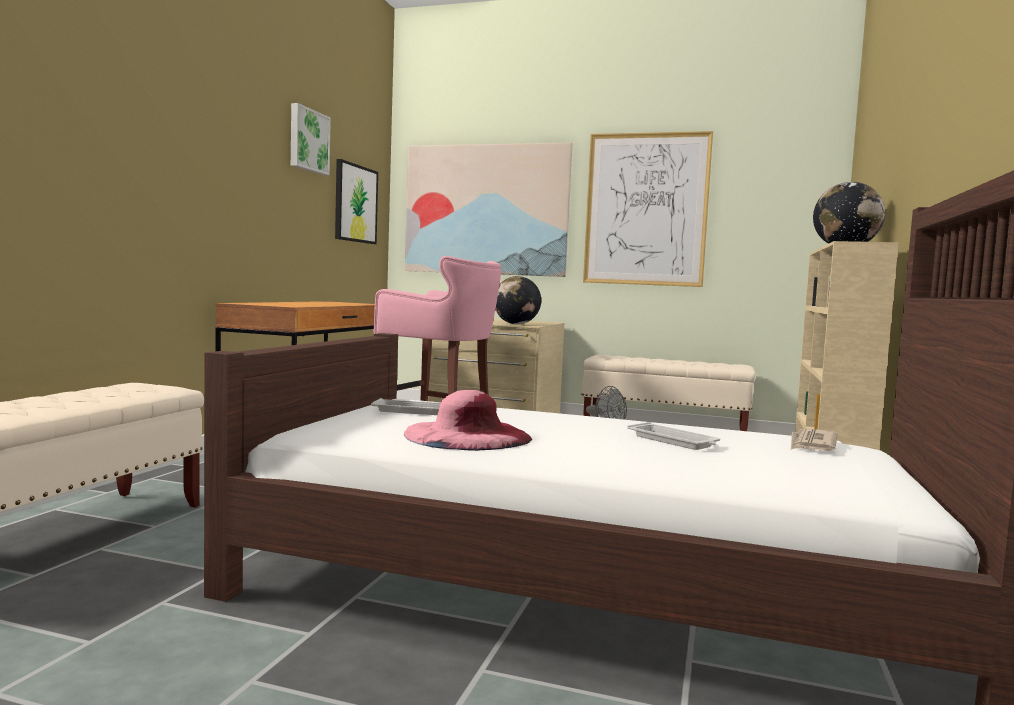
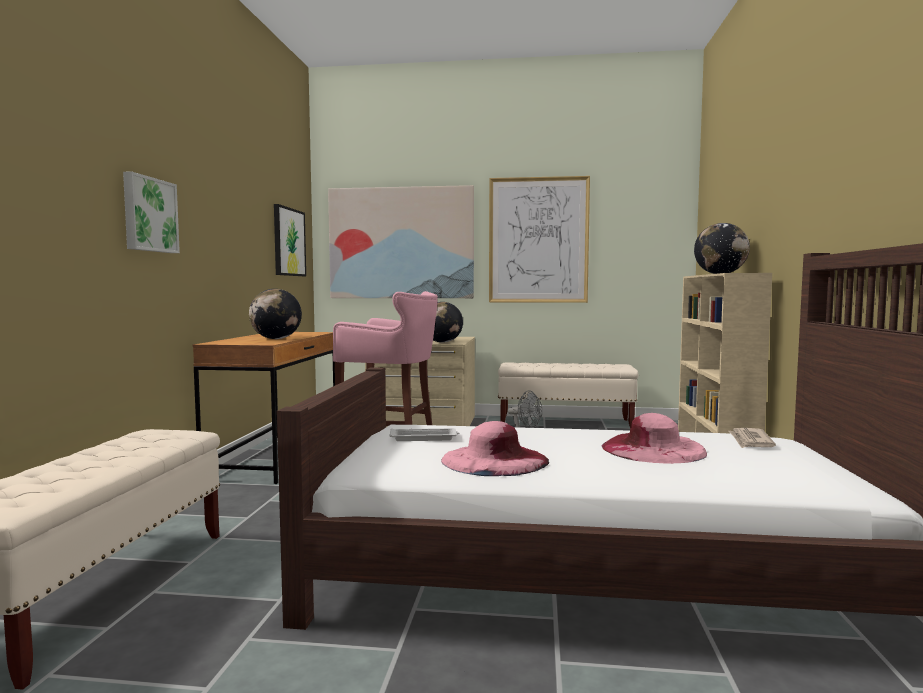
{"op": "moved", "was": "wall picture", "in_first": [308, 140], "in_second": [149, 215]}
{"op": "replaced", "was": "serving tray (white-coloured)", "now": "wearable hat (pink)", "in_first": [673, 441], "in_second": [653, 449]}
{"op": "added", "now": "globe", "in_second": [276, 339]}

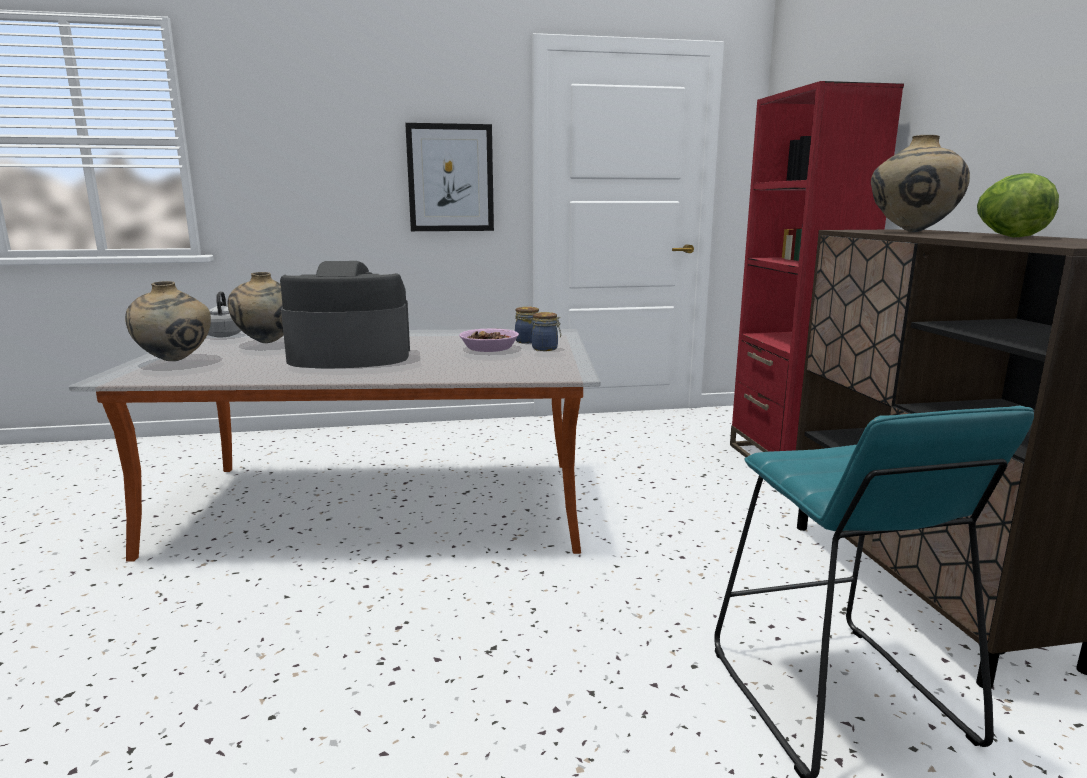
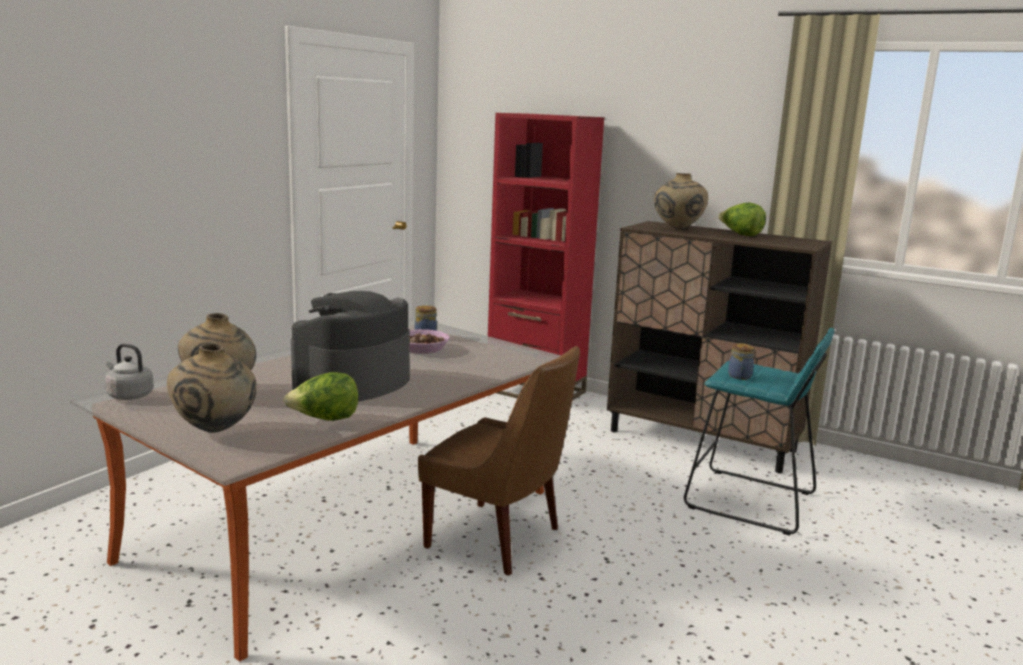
{"op": "removed", "was": "wall picture", "in_first": [450, 178]}
{"op": "moved", "was": "storage jar", "in_first": [546, 349], "in_second": [740, 376]}
{"op": "added", "now": "lettuce", "in_second": [325, 420]}
{"op": "added", "now": "chair (brown)", "in_second": [498, 539]}

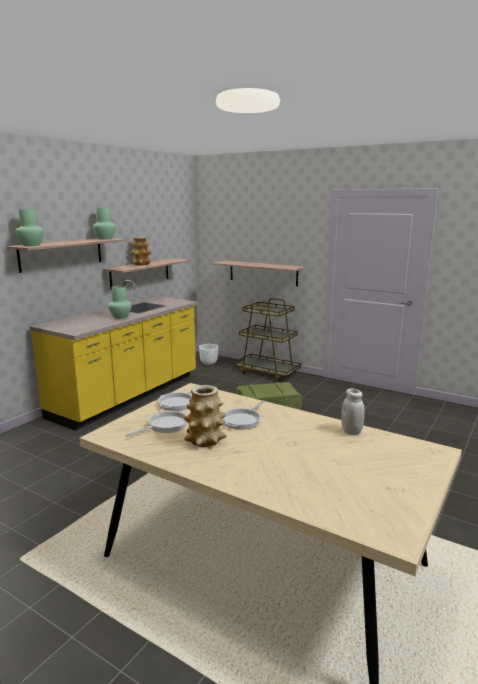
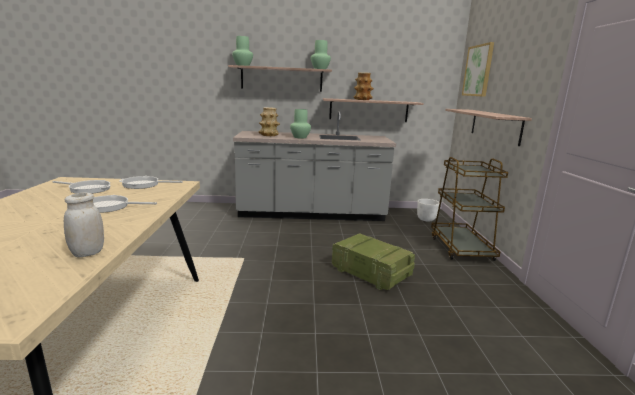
{"op": "recoloured", "was": "kitchen base unit (yellow-coloured)", "now": "kitchen base unit (grey)", "in_first": [128, 396], "in_second": [311, 214]}
{"op": "moved", "was": "flower vase", "in_first": [205, 440], "in_second": [269, 135]}
{"op": "added", "now": "wall picture", "in_second": [478, 70]}

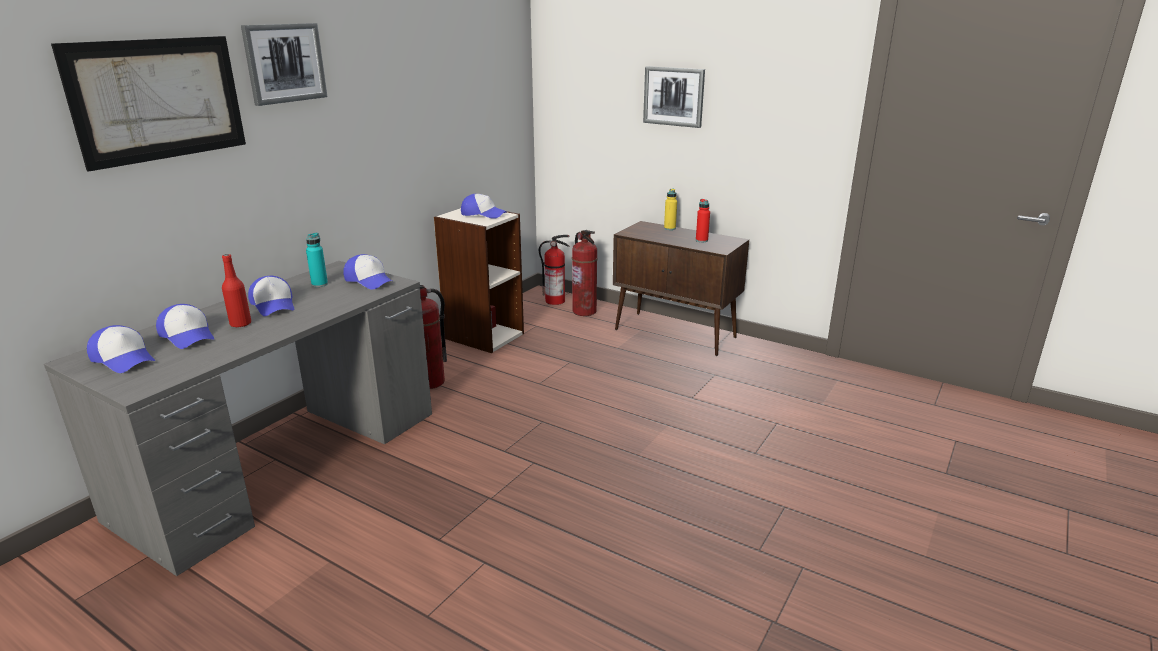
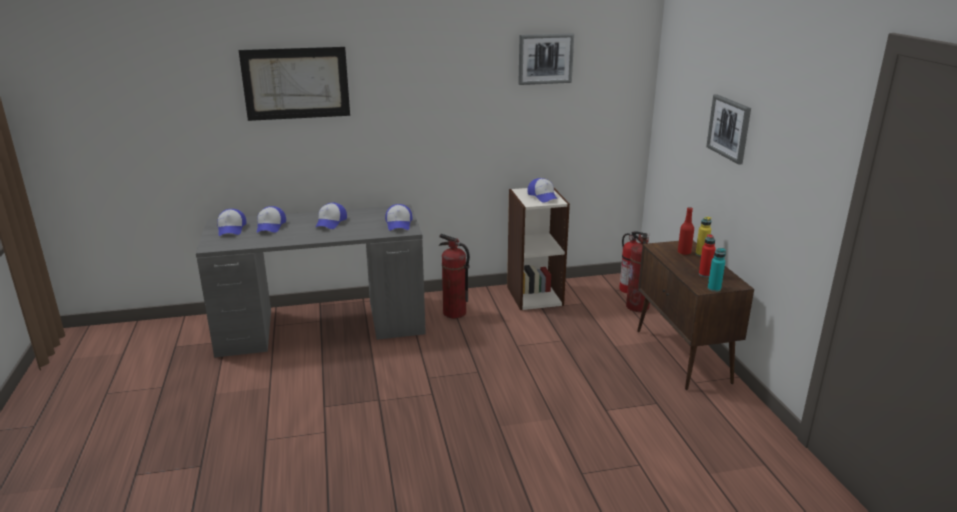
{"op": "moved", "was": "bottle (reddish)", "in_first": [240, 324], "in_second": [684, 252]}
{"op": "moved", "was": "wall picture", "in_first": [284, 63], "in_second": [545, 59]}
{"op": "moved", "was": "bottle (turquoise-coloured)", "in_first": [319, 284], "in_second": [714, 288]}

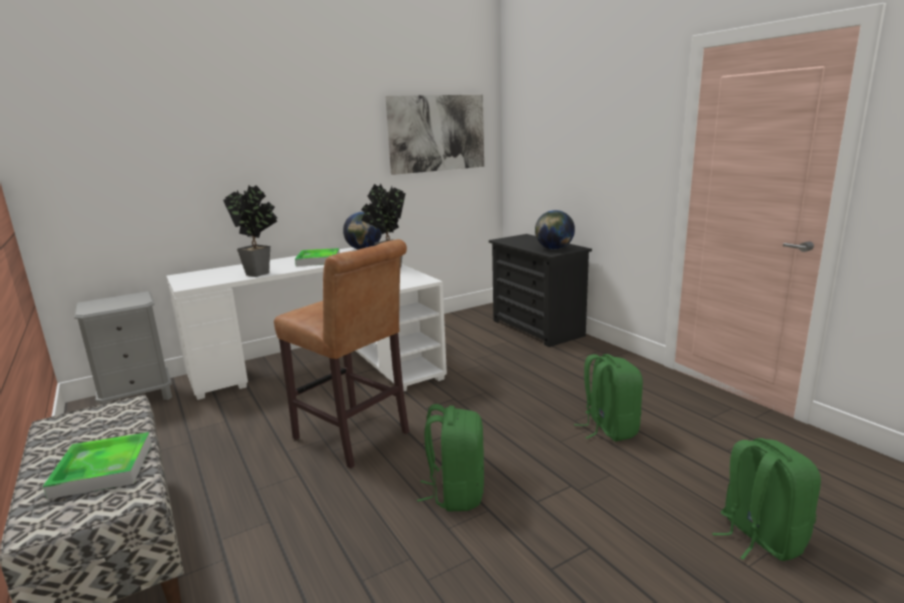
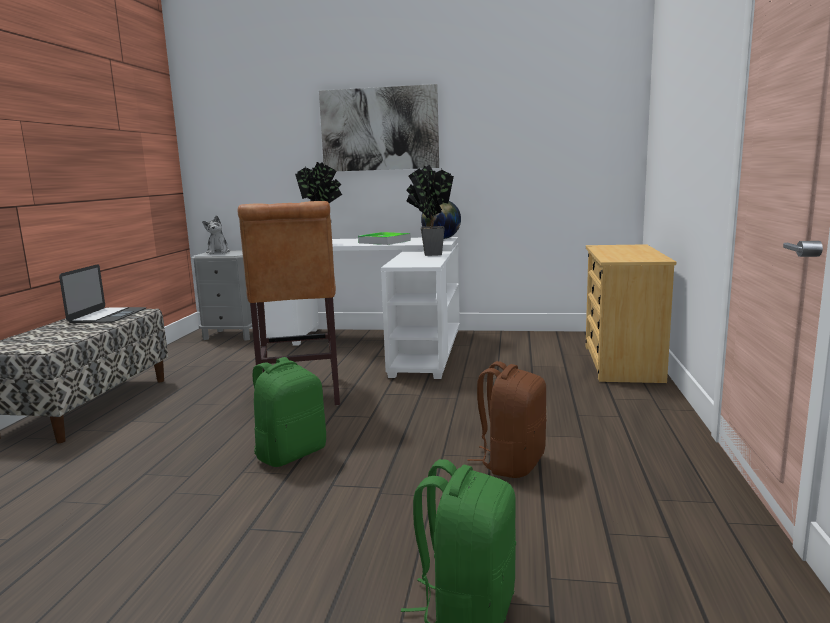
{"op": "removed", "was": "serving tray", "in_first": [103, 469]}
{"op": "moved", "was": "wall picture", "in_first": [437, 133], "in_second": [379, 129]}
{"op": "recoloured", "was": "chest of drawers (black-coloured)", "now": "chest of drawers (beige-coloured)", "in_first": [537, 328], "in_second": [622, 363]}
{"op": "removed", "was": "globe", "in_first": [554, 249]}
{"op": "recoloured", "was": "knapsack (greenish)", "now": "knapsack (brown)", "in_first": [608, 428], "in_second": [511, 463]}
{"op": "added", "now": "laptop", "in_second": [107, 315]}
{"op": "added", "now": "cuddly toy", "in_second": [218, 252]}

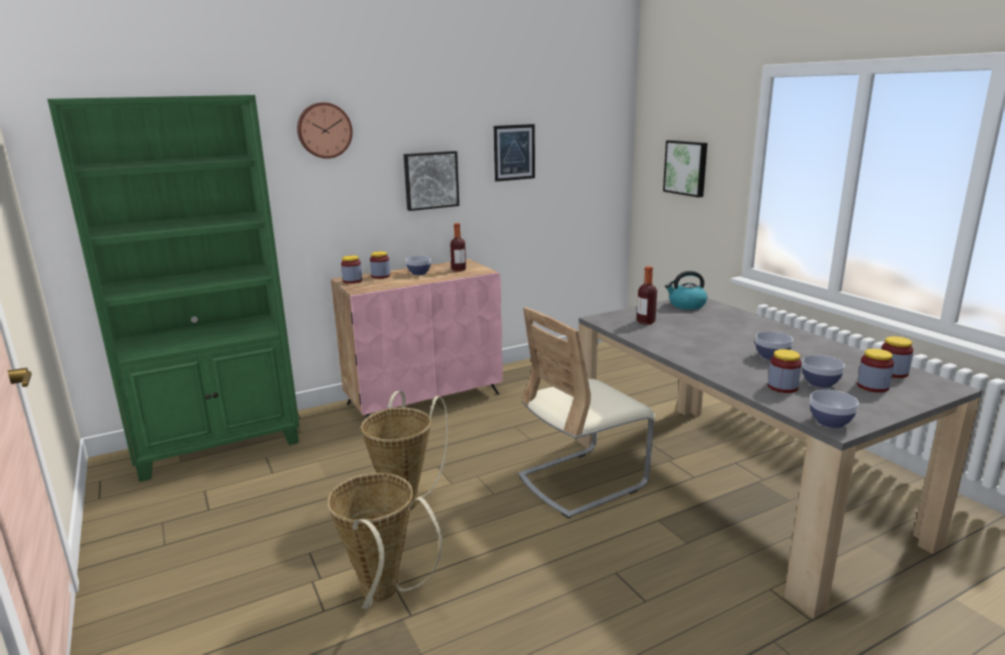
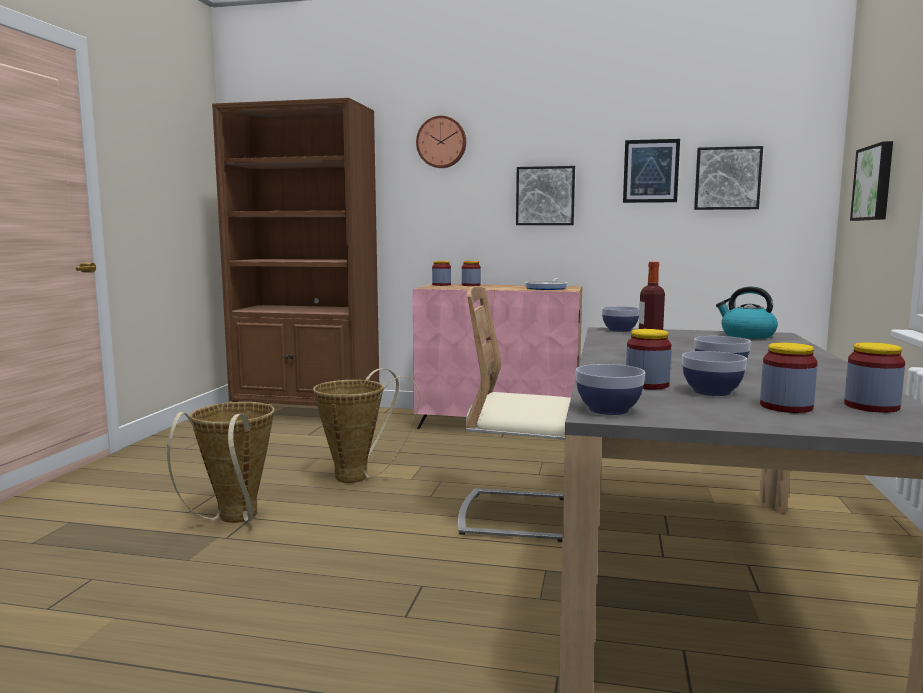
{"op": "recoloured", "was": "bookshelf (greenish)", "now": "bookshelf (brown)", "in_first": [220, 446], "in_second": [307, 413]}
{"op": "moved", "was": "deep dish", "in_first": [419, 273], "in_second": [619, 330]}
{"op": "replaced", "was": "bottle", "now": "pan", "in_first": [458, 270], "in_second": [547, 288]}
{"op": "added", "now": "wall picture", "in_second": [727, 178]}

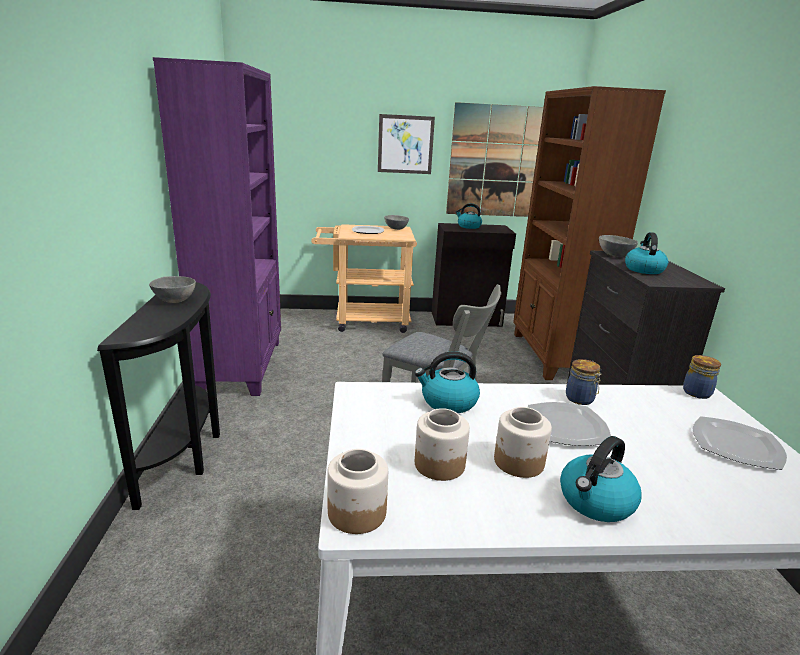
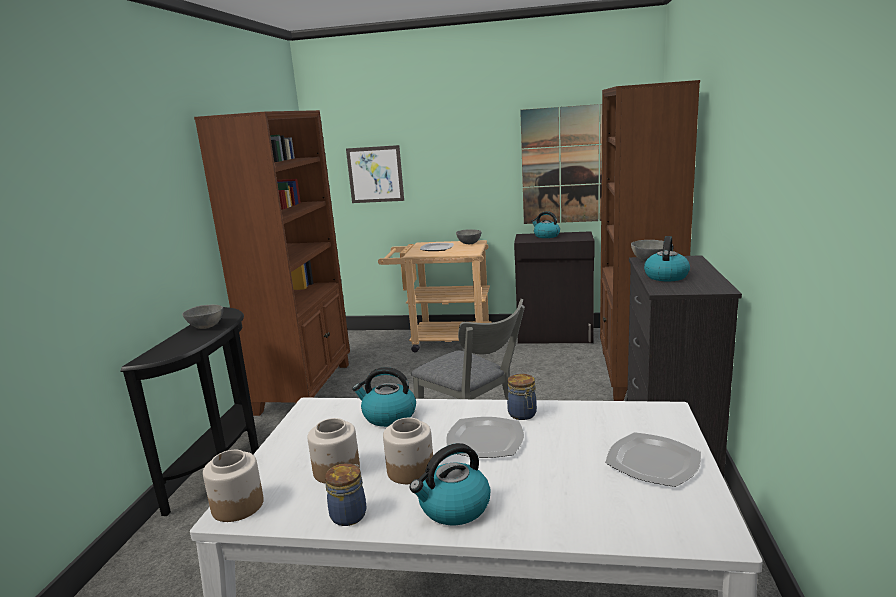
{"op": "recoloured", "was": "bookshelf (purplish)", "now": "bookshelf (brown)", "in_first": [243, 365], "in_second": [306, 387]}
{"op": "moved", "was": "wall picture", "in_first": [405, 144], "in_second": [375, 174]}
{"op": "moved", "was": "storage jar", "in_first": [696, 392], "in_second": [349, 514]}

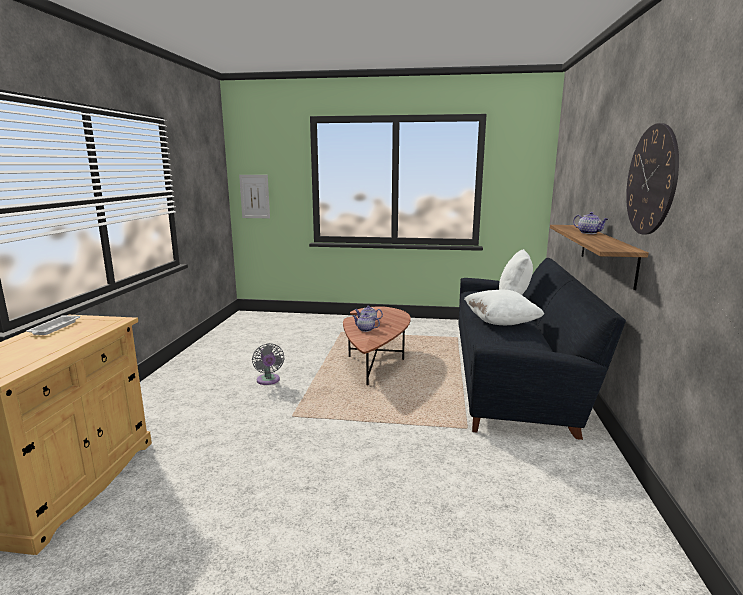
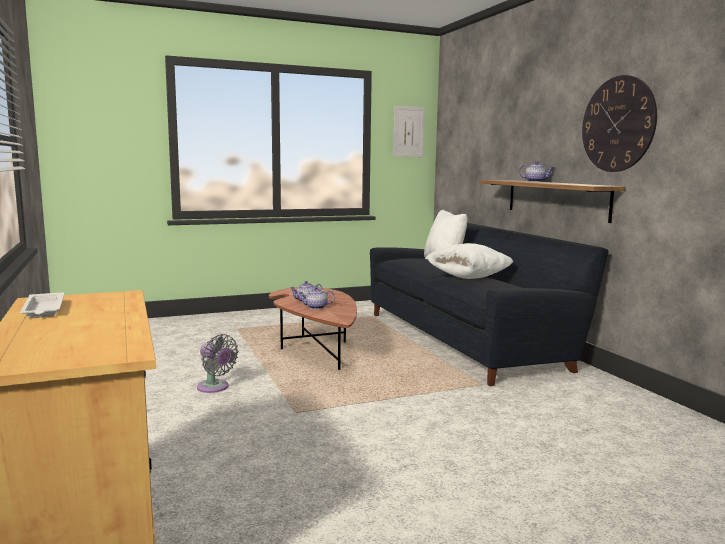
{"op": "moved", "was": "wall picture", "in_first": [254, 196], "in_second": [408, 131]}

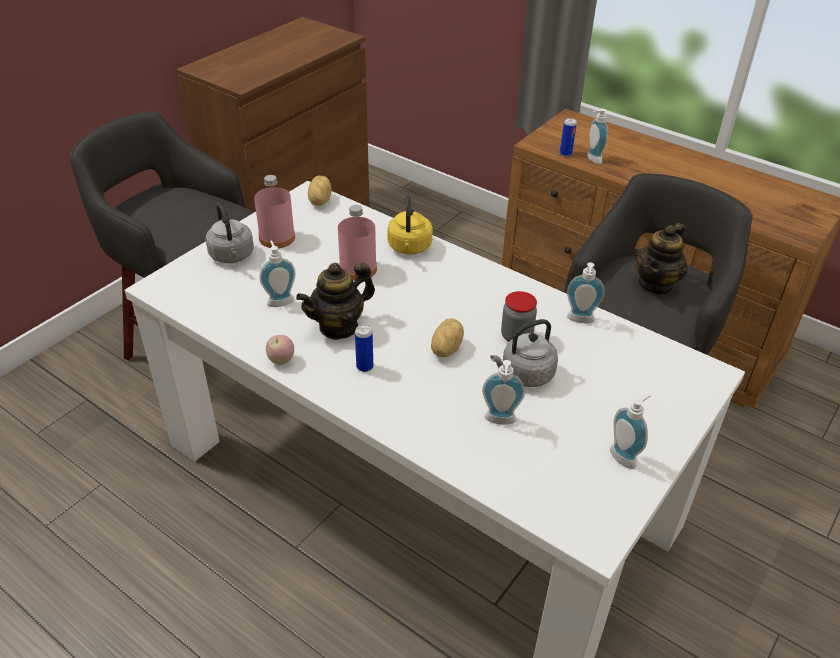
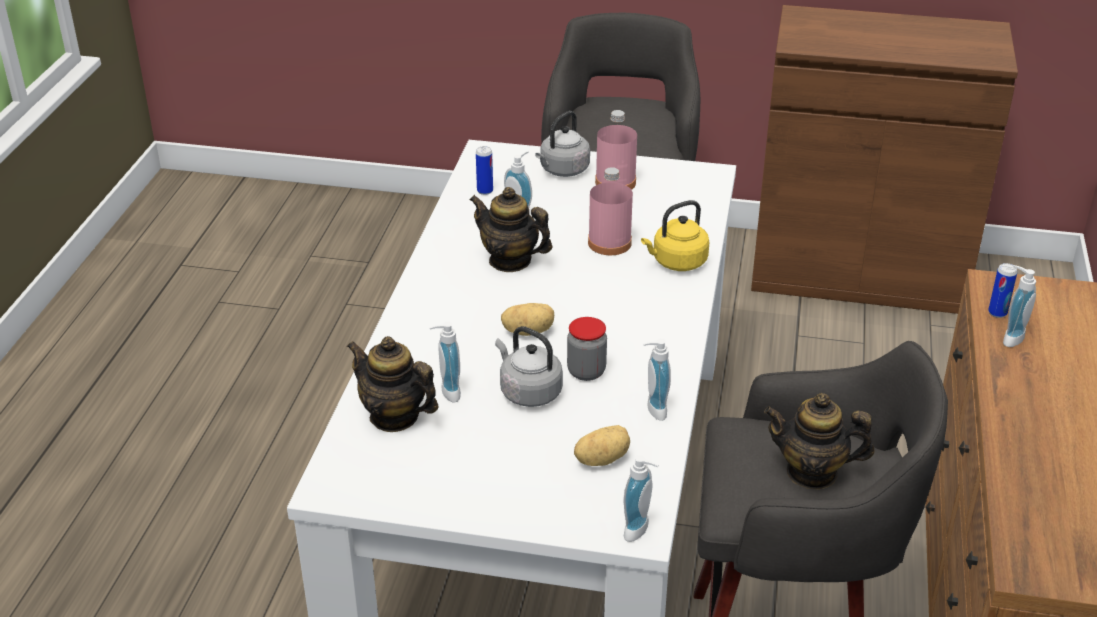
{"op": "removed", "was": "apple fruit", "in_first": [281, 360]}
{"op": "moved", "was": "whole potato", "in_first": [319, 201], "in_second": [601, 459]}
{"op": "moved", "was": "metal can", "in_first": [364, 367], "in_second": [485, 191]}
{"op": "moved", "was": "soap bottle", "in_first": [625, 456], "in_second": [640, 531]}
{"op": "added", "now": "pot for tea", "in_second": [394, 416]}

